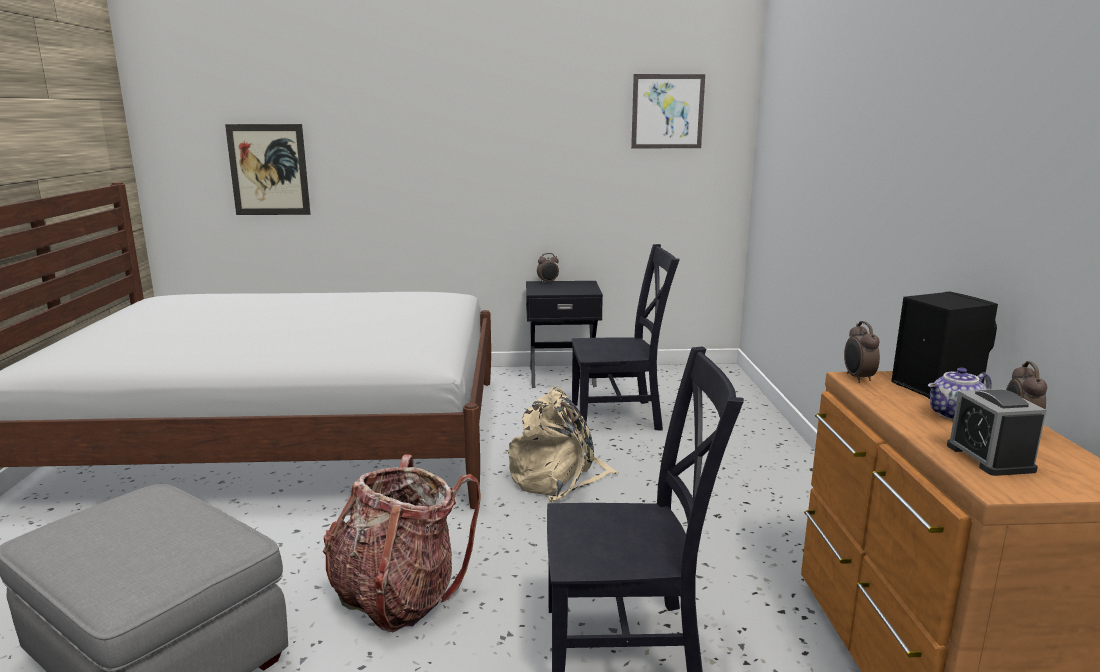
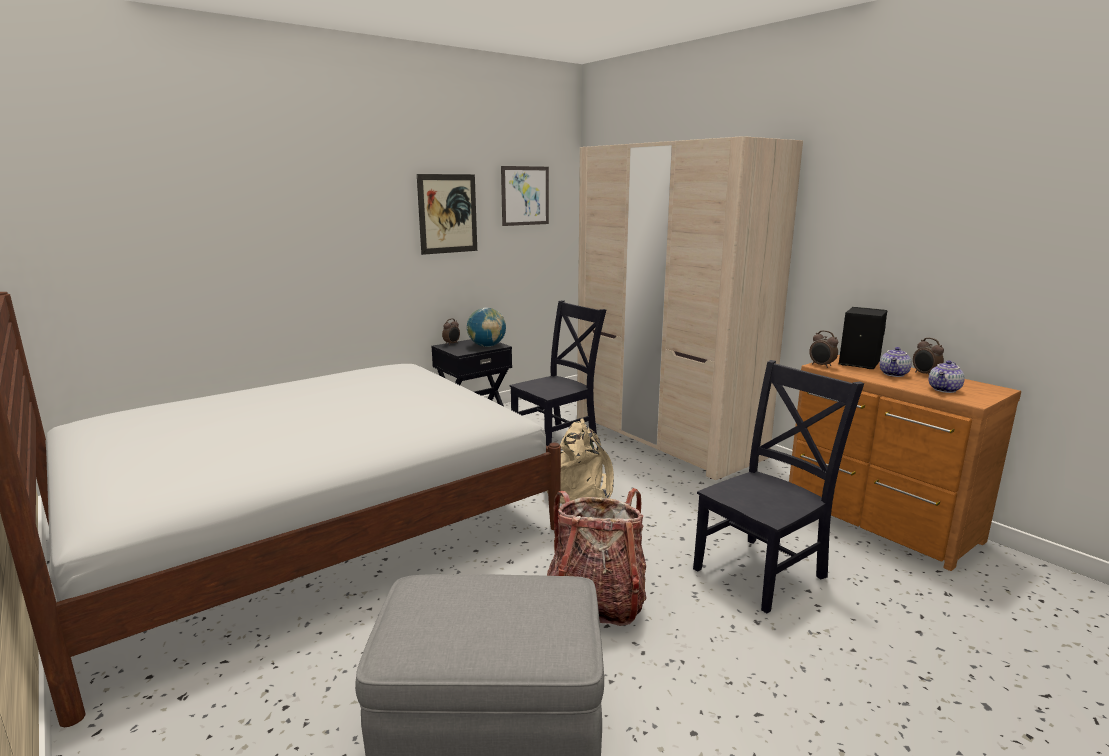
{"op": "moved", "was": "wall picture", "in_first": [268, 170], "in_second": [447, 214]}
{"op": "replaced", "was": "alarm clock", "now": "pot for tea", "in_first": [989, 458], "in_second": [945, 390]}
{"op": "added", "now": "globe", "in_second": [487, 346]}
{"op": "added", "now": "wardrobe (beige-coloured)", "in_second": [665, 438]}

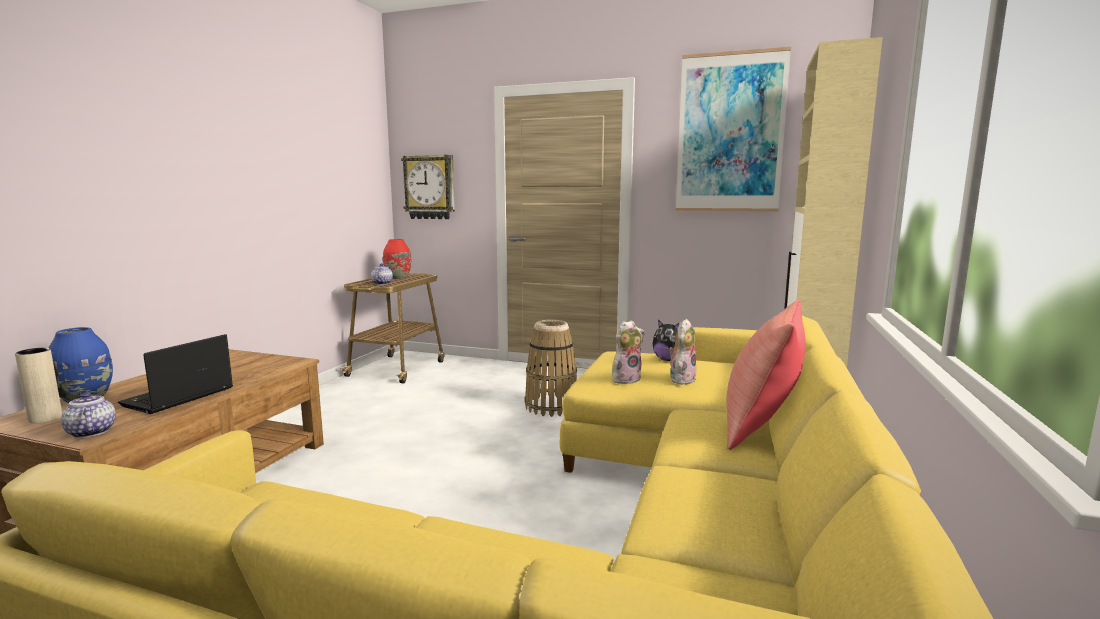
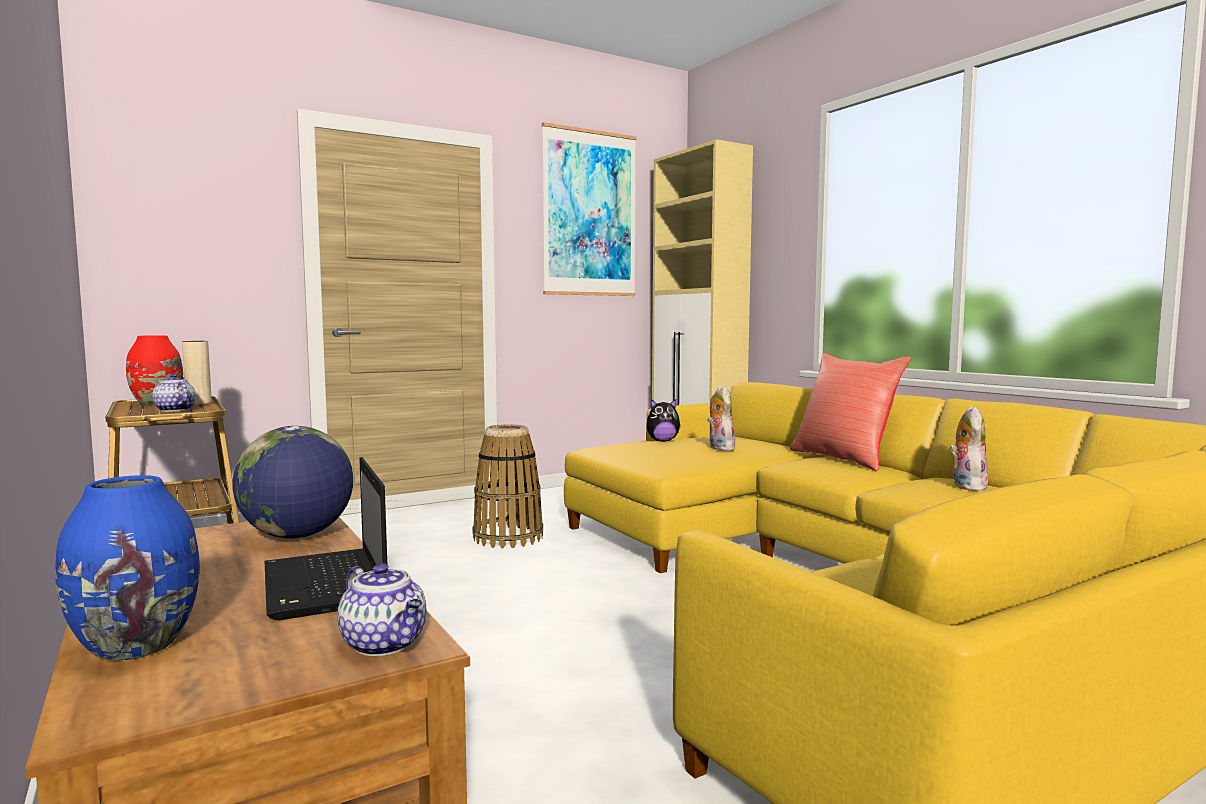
{"op": "moved", "was": "flower vase (beige-coloured)", "in_first": [45, 418], "in_second": [198, 403]}
{"op": "turned", "was": "pot for tea", "in_first": [90, 432], "in_second": [386, 644], "clockwise": -135}
{"op": "removed", "was": "wall clock", "in_first": [430, 187]}
{"op": "moved", "was": "cuddly toy", "in_first": [626, 379], "in_second": [966, 486]}
{"op": "added", "now": "globe", "in_second": [297, 536]}

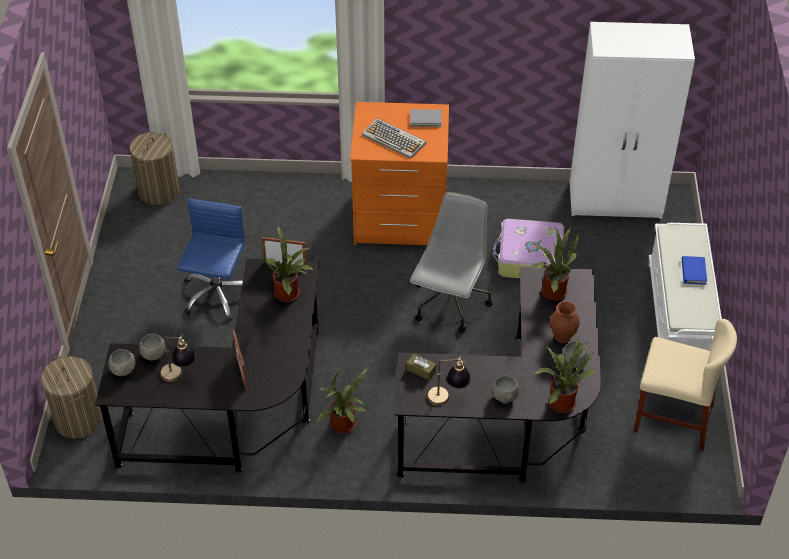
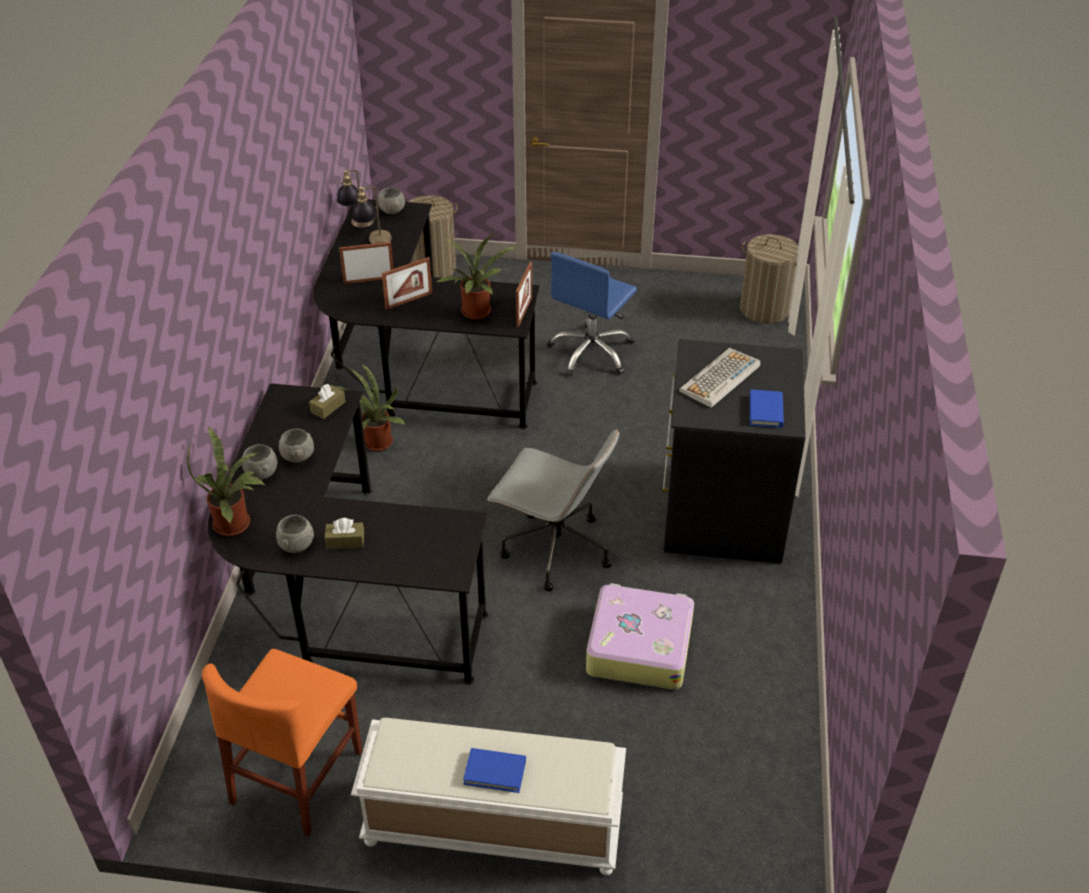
{"op": "moved", "was": "deep dish (grey)", "in_first": [154, 355], "in_second": [298, 458]}
{"op": "turned", "was": "office chair (bluish)", "in_first": [217, 294], "in_second": [591, 352], "clockwise": 105}
{"op": "recoloured", "was": "chest of drawers (orange)", "now": "chest of drawers (black-coloured)", "in_first": [400, 219], "in_second": [721, 512]}
{"op": "recoloured", "was": "book (grey)", "now": "book (bluish)", "in_first": [426, 119], "in_second": [766, 411]}
{"op": "moved", "was": "lamp for a table", "in_first": [447, 399], "in_second": [357, 226]}
{"op": "removed", "was": "houseplant", "in_first": [551, 291]}
{"op": "replaced", "was": "flower vase (brown)", "now": "tissue box (brown)", "in_first": [563, 336], "in_second": [345, 541]}
{"op": "removed", "was": "wardrobe (white-coloured)", "in_first": [616, 201]}
{"op": "recoloured", "was": "chair (beige-coloured)", "now": "chair (orange)", "in_first": [673, 418], "in_second": [297, 777]}
{"op": "added", "now": "photo frame", "in_second": [409, 301]}

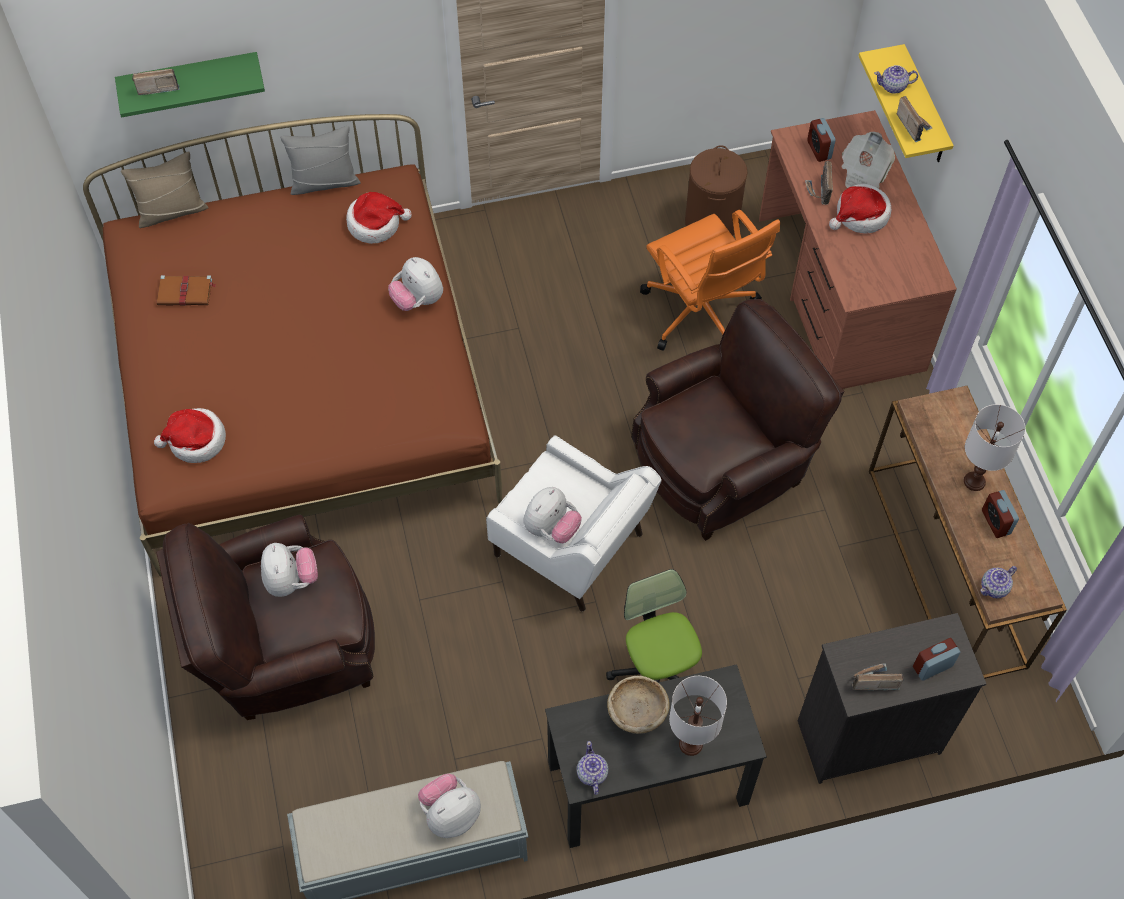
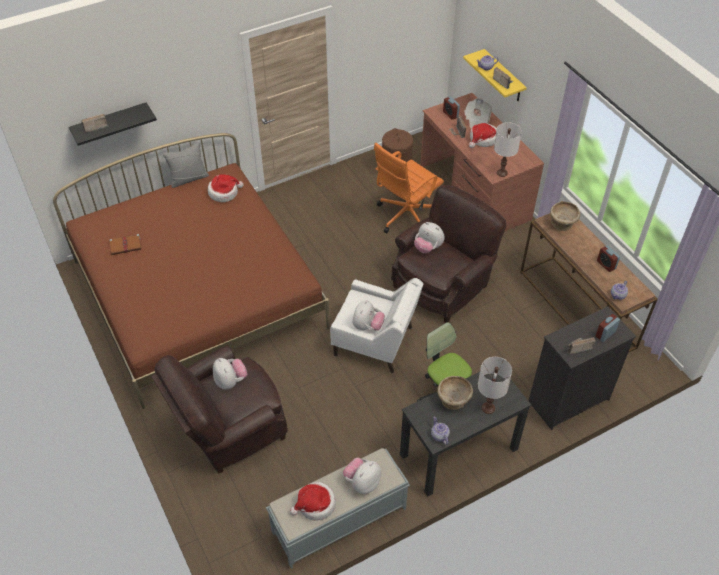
{"op": "recoloured", "was": "wall shelf (greenish)", "now": "wall shelf (black-coloured)", "in_first": [190, 79], "in_second": [110, 124]}
{"op": "removed", "was": "pillow (beige-coloured)", "in_first": [171, 211]}
{"op": "moved", "was": "wearable hat", "in_first": [195, 441], "in_second": [315, 505]}
{"op": "moved", "was": "cuddly toy", "in_first": [418, 300], "in_second": [428, 247]}
{"op": "turned", "was": "office chair (orange)", "in_first": [701, 315], "in_second": [406, 216], "clockwise": 90}
{"op": "moved", "was": "lamp for a table (white-coloured)", "in_first": [974, 481], "in_second": [502, 173]}
{"op": "added", "now": "deep dish (beige-coloured)", "in_second": [562, 223]}

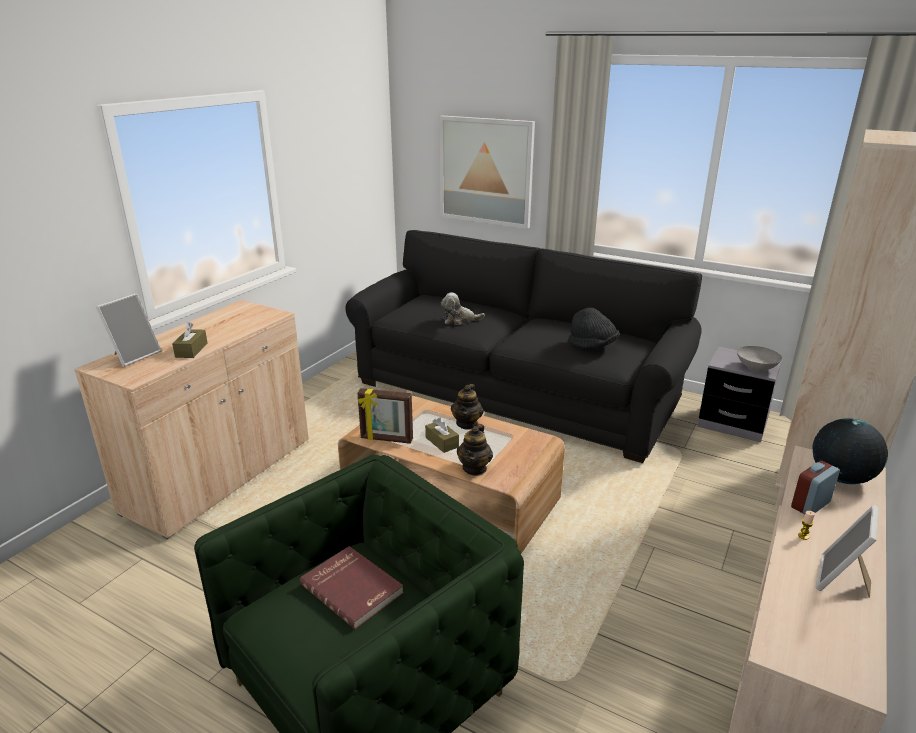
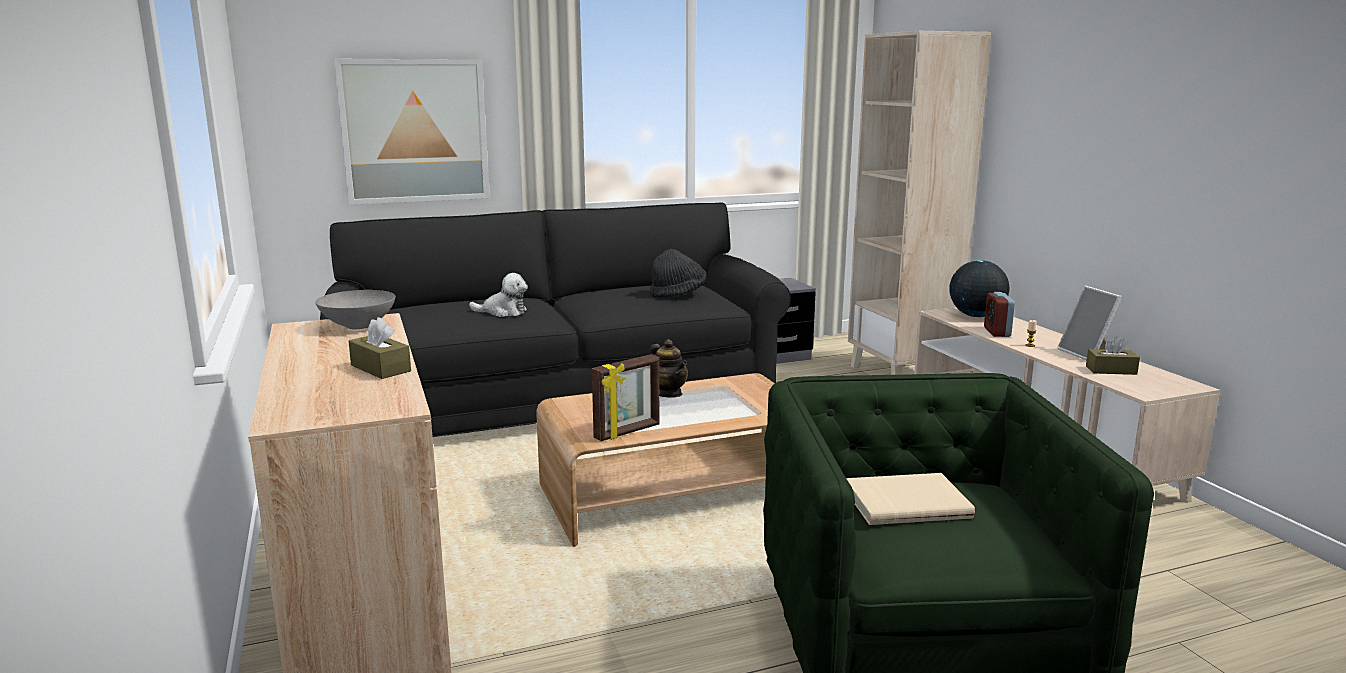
{"op": "removed", "was": "photo frame", "in_first": [134, 355]}
{"op": "recoloured", "was": "book (reddish)", "now": "book (beige-coloured)", "in_first": [353, 588], "in_second": [905, 502]}
{"op": "moved", "was": "tissue box (brown)", "in_first": [442, 442], "in_second": [1111, 370]}
{"op": "turned", "was": "cuddly toy", "in_first": [459, 320], "in_second": [503, 312], "clockwise": -120}
{"op": "removed", "was": "pot for tea", "in_first": [475, 468]}
{"op": "moved", "was": "deep dish (grey)", "in_first": [756, 369], "in_second": [358, 326]}

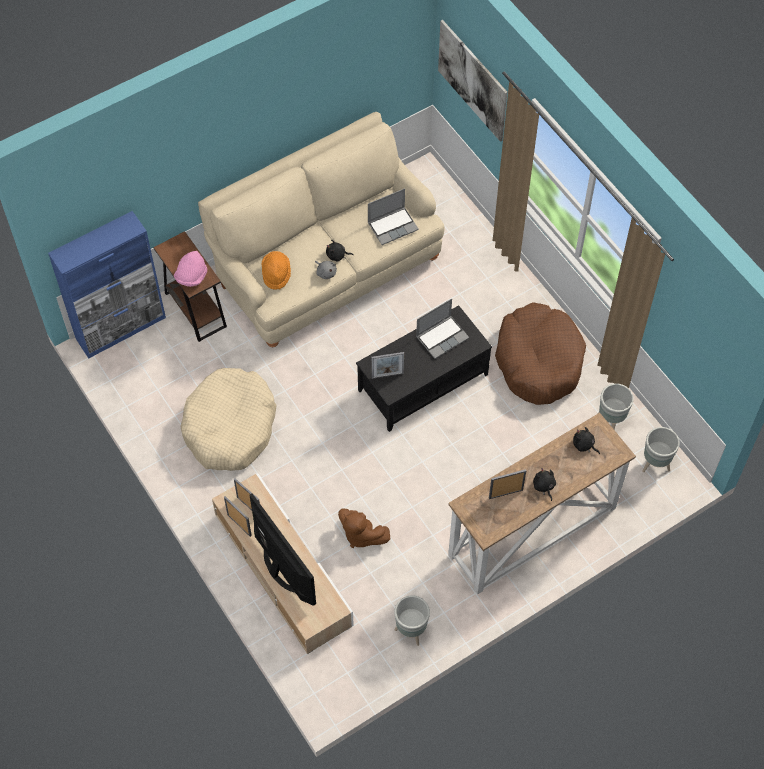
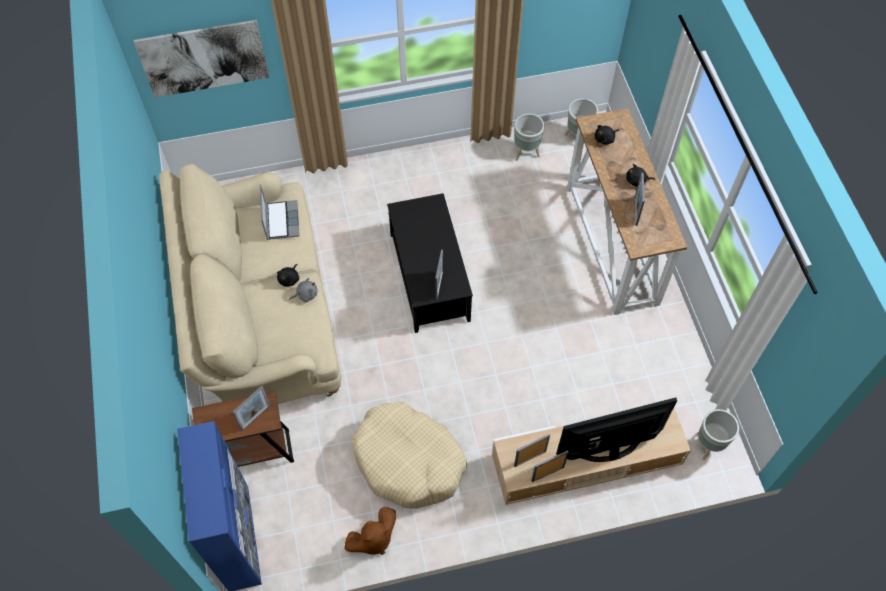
{"op": "replaced", "was": "wearable hat (pink)", "now": "photo frame", "in_first": [191, 276], "in_second": [255, 417]}
{"op": "removed", "was": "wearable hat (orange)", "in_first": [276, 274]}
{"op": "moved", "was": "cuddly toy (brown)", "in_first": [361, 535], "in_second": [373, 539]}
{"op": "moved", "was": "planter (grey)", "in_first": [410, 631], "in_second": [708, 446]}
{"op": "removed", "was": "laptop", "in_first": [442, 337]}
{"op": "removed", "was": "pet bed (brown)", "in_first": [538, 360]}

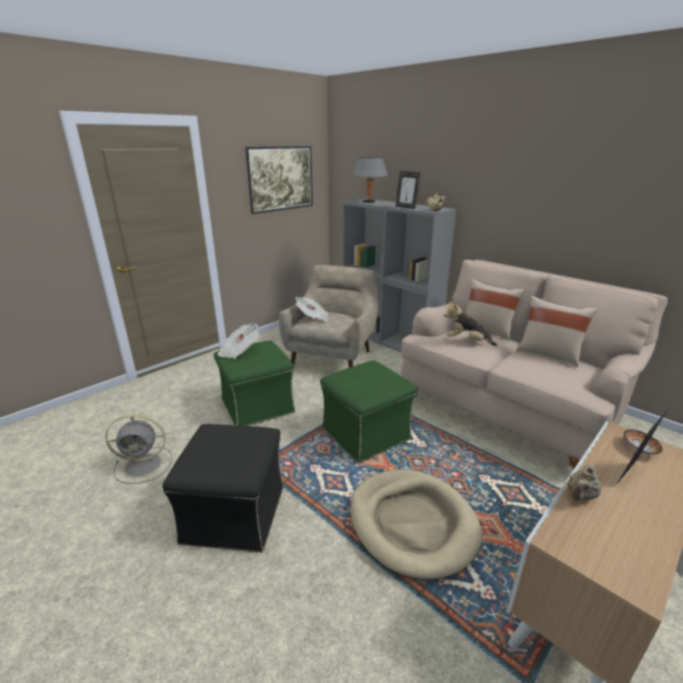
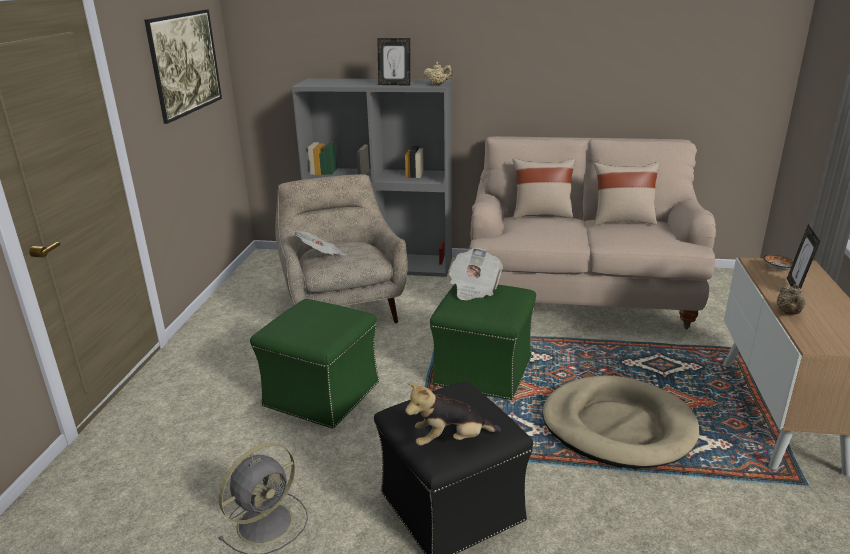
{"op": "moved", "was": "newspaper", "in_first": [239, 351], "in_second": [474, 288]}
{"op": "removed", "was": "lamp for a table (grey)", "in_first": [368, 202]}
{"op": "moved", "was": "cuddly toy", "in_first": [466, 341], "in_second": [450, 440]}

